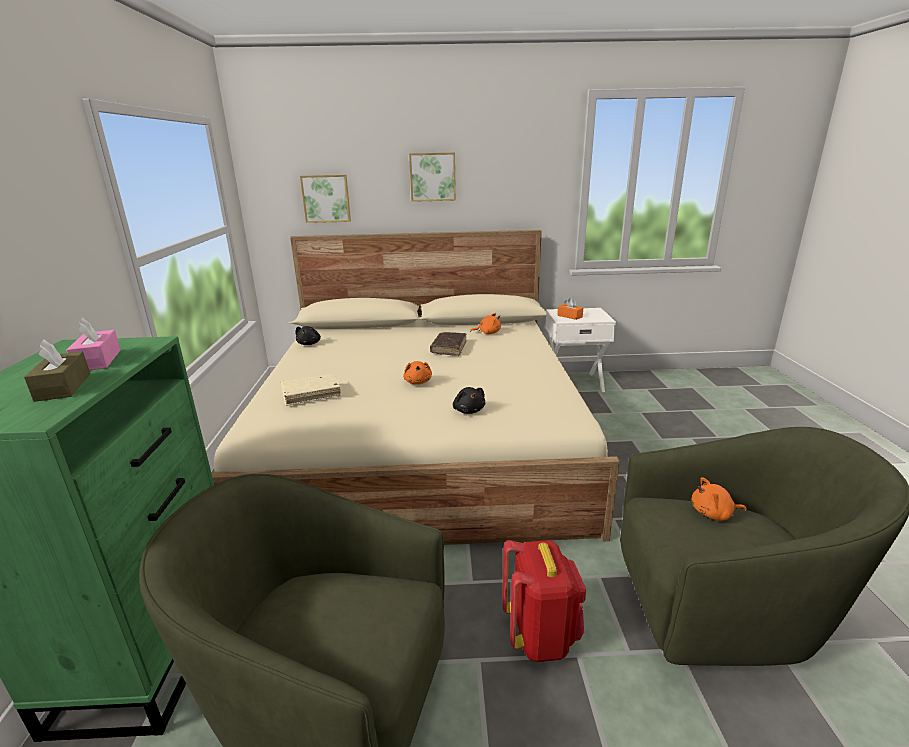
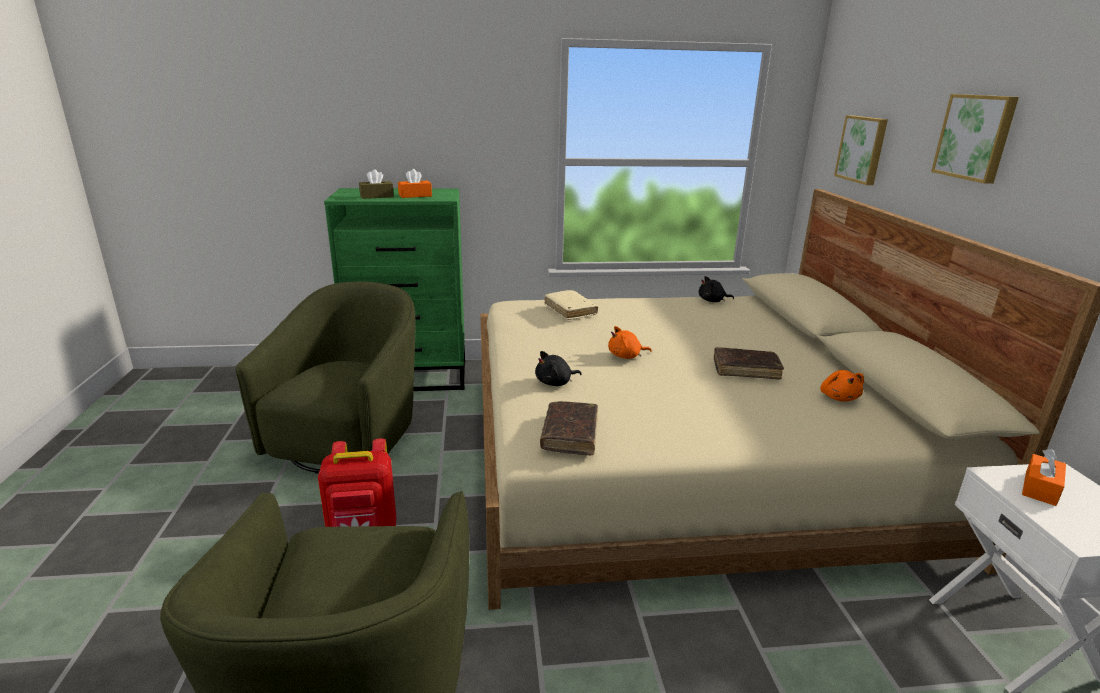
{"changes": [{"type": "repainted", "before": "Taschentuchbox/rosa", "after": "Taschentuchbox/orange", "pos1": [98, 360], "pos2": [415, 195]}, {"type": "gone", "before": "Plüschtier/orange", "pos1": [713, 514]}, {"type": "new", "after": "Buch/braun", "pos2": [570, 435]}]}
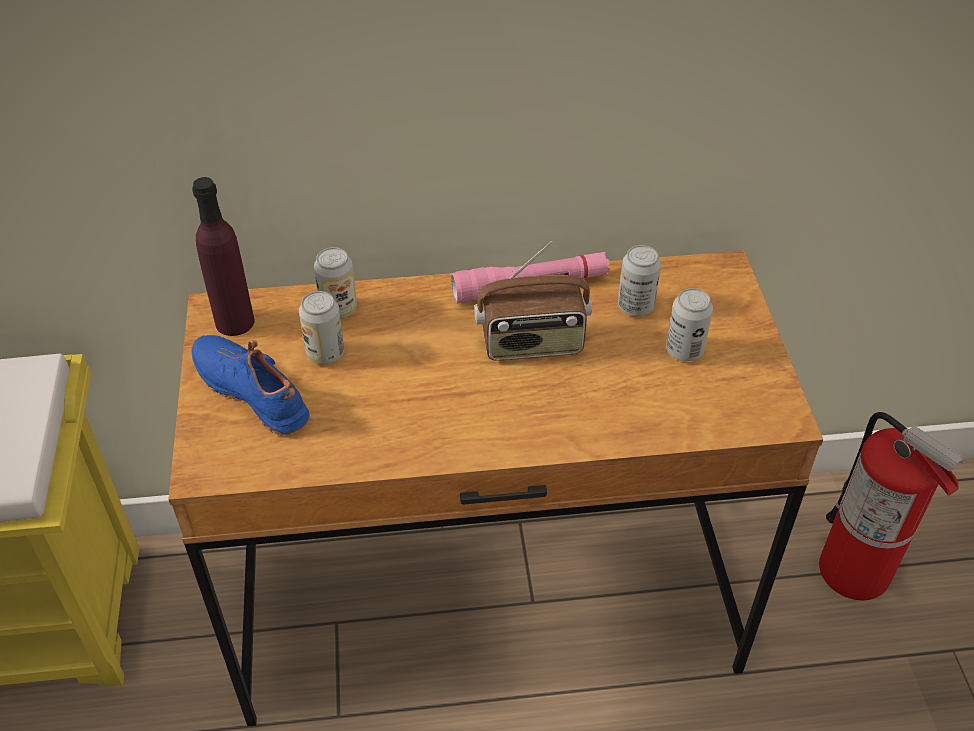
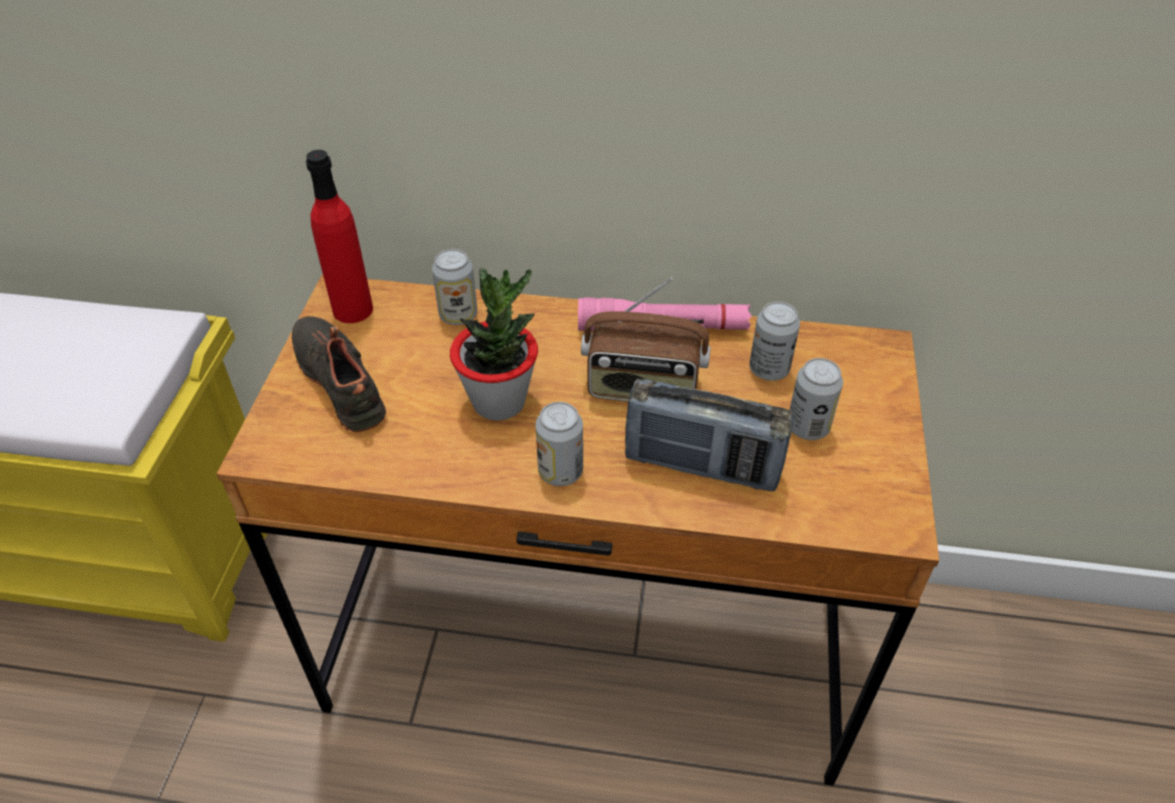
{"changes": [{"type": "repainted", "before": "Flasche/lila", "after": "Flasche/rot", "pos1": [235, 322], "pos2": [353, 309]}, {"type": "repainted", "before": "Schuh/blau", "after": "Schuh/schwarz", "pos1": [254, 391], "pos2": [343, 381]}, {"type": "shifted", "before": "Dose", "pos1": [325, 353], "pos2": [560, 472]}, {"type": "gone", "before": "Feuerlöscher", "pos1": [855, 571]}, {"type": "new", "after": "Topfpflanze", "pos2": [499, 401]}, {"type": "new", "after": "Radio", "pos2": [702, 466]}]}
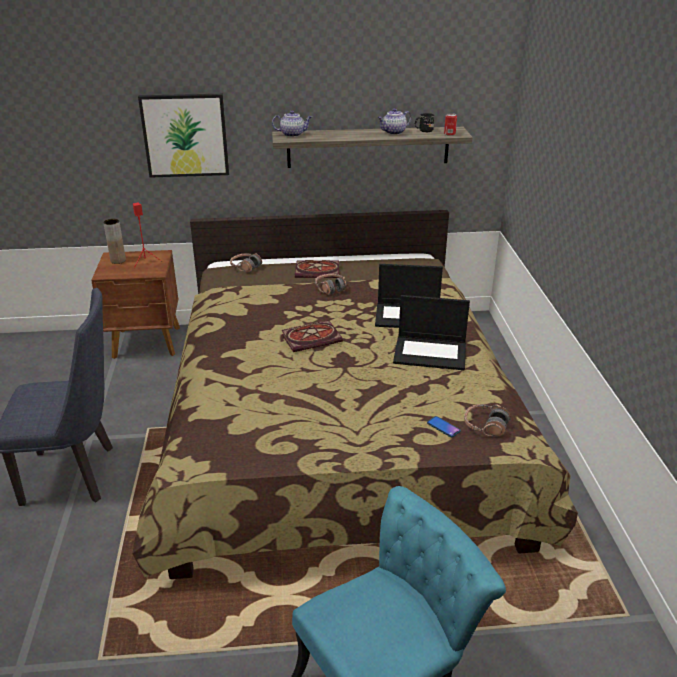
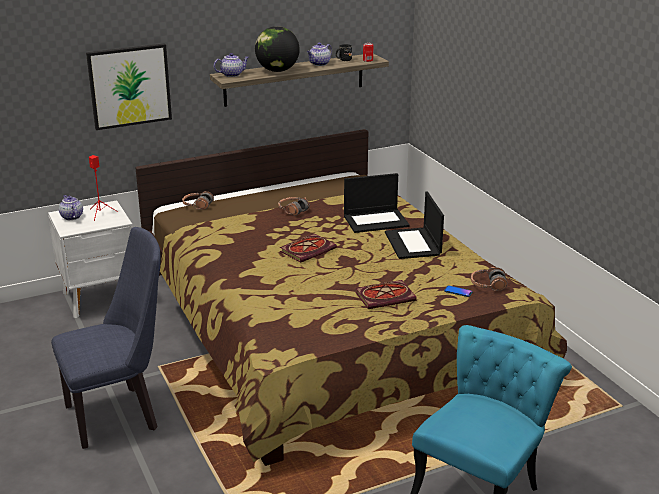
{"changes": [{"type": "repainted", "before": "Nachttisch/braun", "after": "Nachttisch/weiß", "pos1": [147, 343], "pos2": [101, 299]}, {"type": "swapped", "before": "Vase/braun", "after": "Teekanne", "pos1": [118, 260], "pos2": [71, 217]}, {"type": "shifted", "before": "Buch", "pos1": [318, 271], "pos2": [386, 296]}, {"type": "rotated", "before": "Laptop", "pos1": [431, 352], "pos2": [413, 244], "turn": 90}, {"type": "new", "after": "Globus", "pos2": [277, 71]}]}
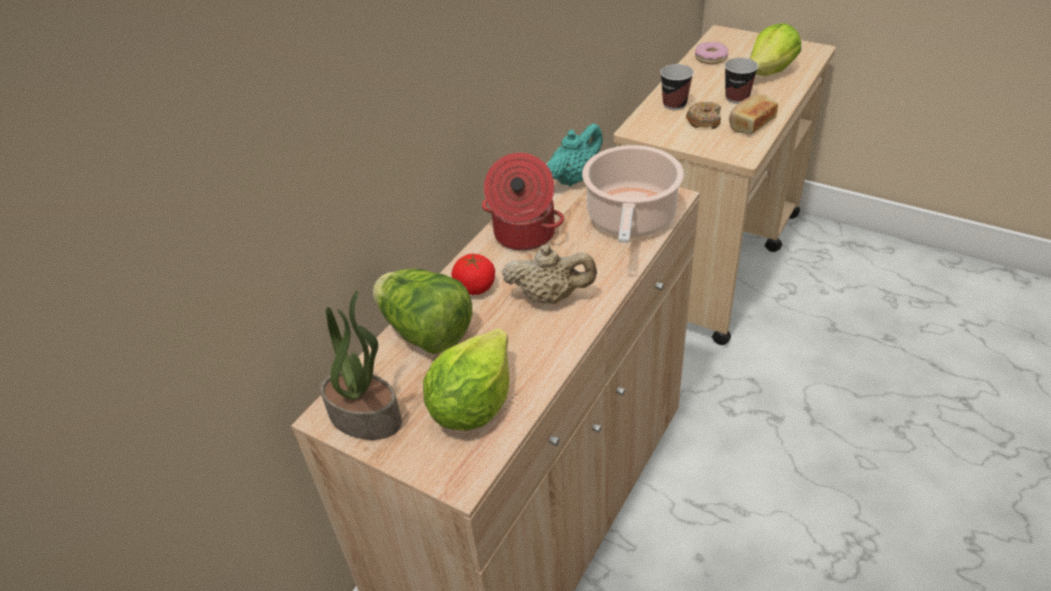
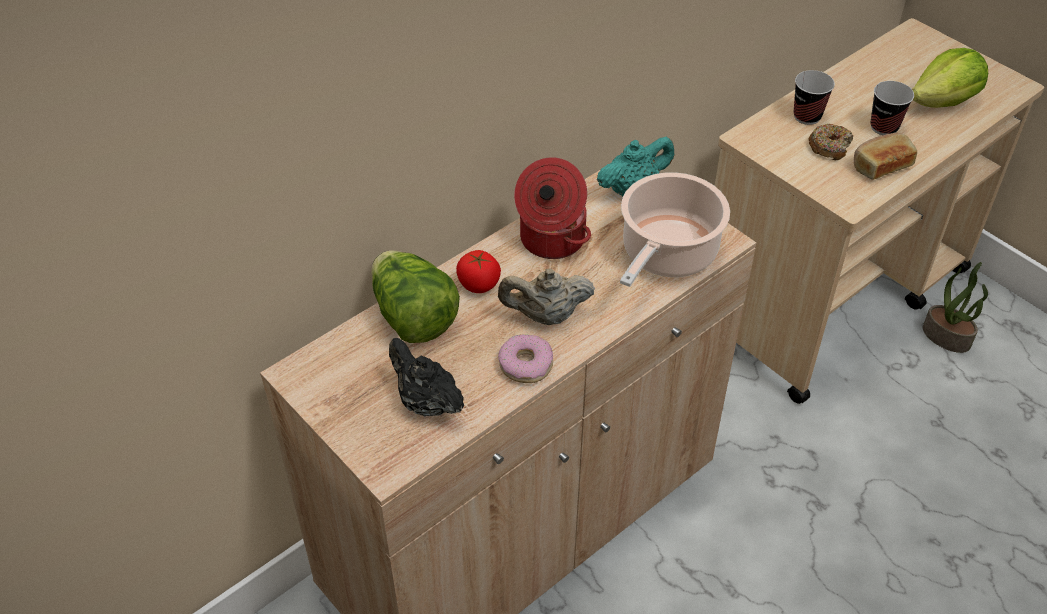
{"changes": [{"type": "shifted", "before": "Topfpflanze", "pos1": [367, 417], "pos2": [947, 337]}, {"type": "swapped", "before": "Salatkopf", "after": "Teekanne/schwarz", "pos1": [472, 404], "pos2": [426, 402]}, {"type": "rotated", "before": "Teekanne/beige", "pos1": [550, 297], "pos2": [546, 316], "turn": 150}, {"type": "shifted", "before": "Donut", "pos1": [711, 58], "pos2": [526, 364]}]}
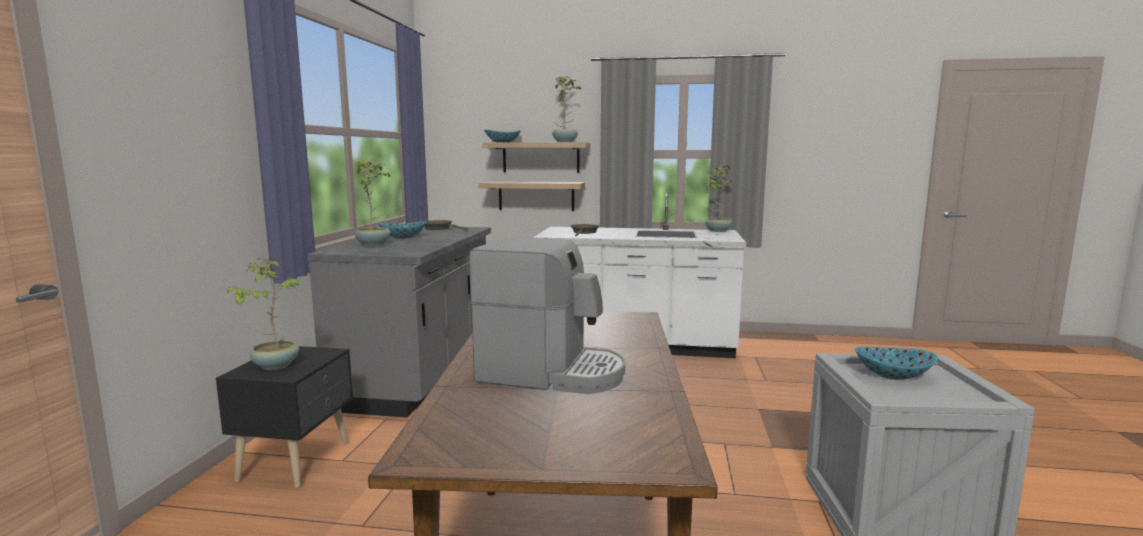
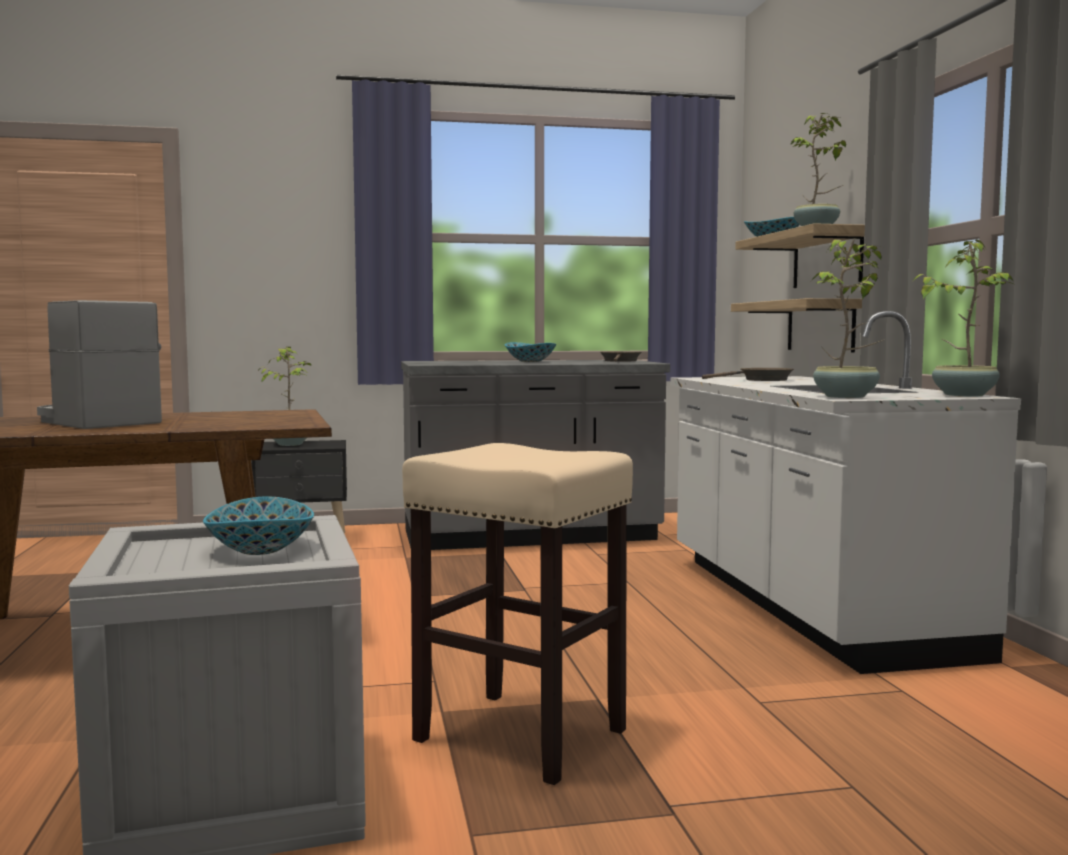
{"changes": [{"type": "shifted", "before": "Topfpflanze", "pos1": [374, 244], "pos2": [847, 397]}, {"type": "rotated", "before": "Kaffeemaschine", "pos1": [551, 373], "pos2": [96, 422], "turn": 135}, {"type": "new", "after": "Hocker/beige", "pos2": [517, 735]}]}
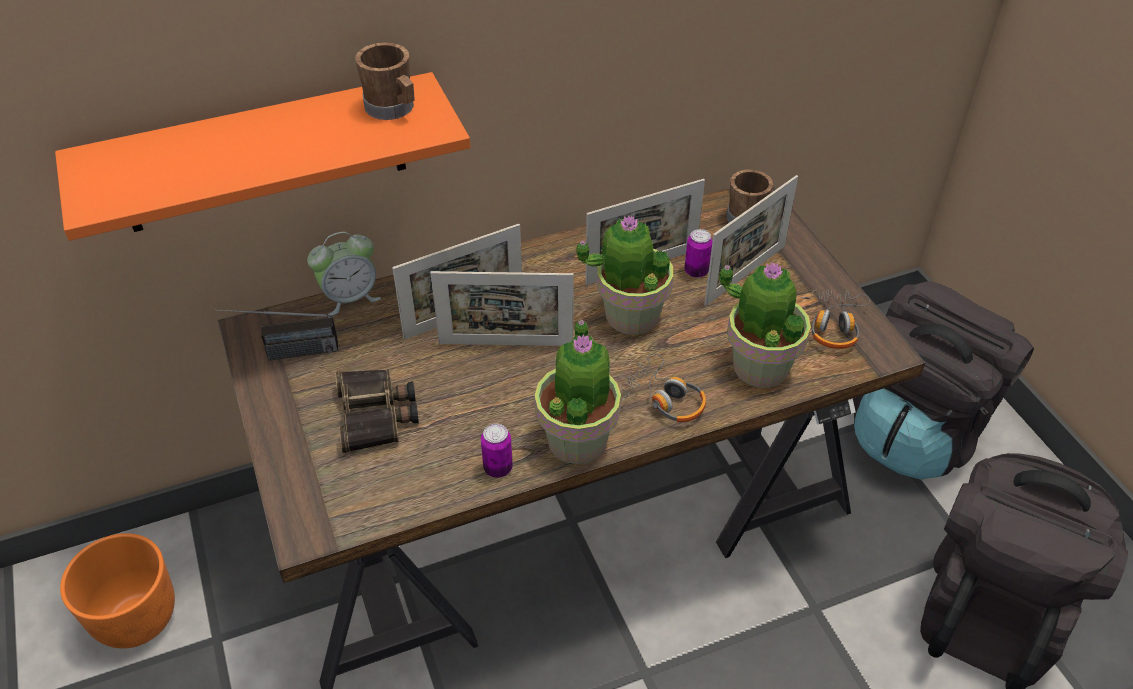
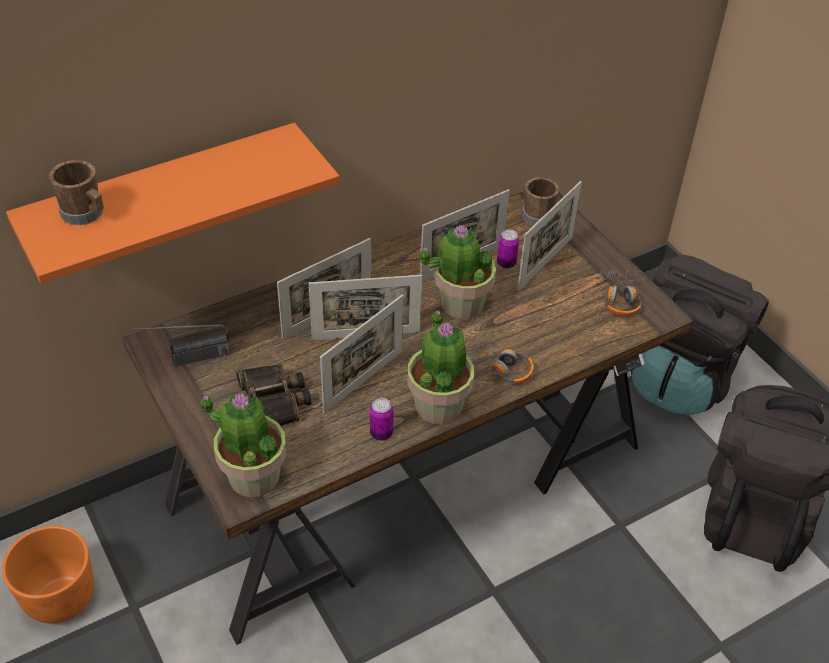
{"changes": [{"type": "gone", "before": "Wecker", "pos1": [350, 298]}, {"type": "shifted", "before": "Henkelbecher/braun", "pos1": [393, 109], "pos2": [85, 214]}, {"type": "shifted", "before": "Topfpflanze", "pos1": [760, 366], "pos2": [253, 475]}, {"type": "new", "after": "Bilderrahmen", "pos2": [363, 381]}]}
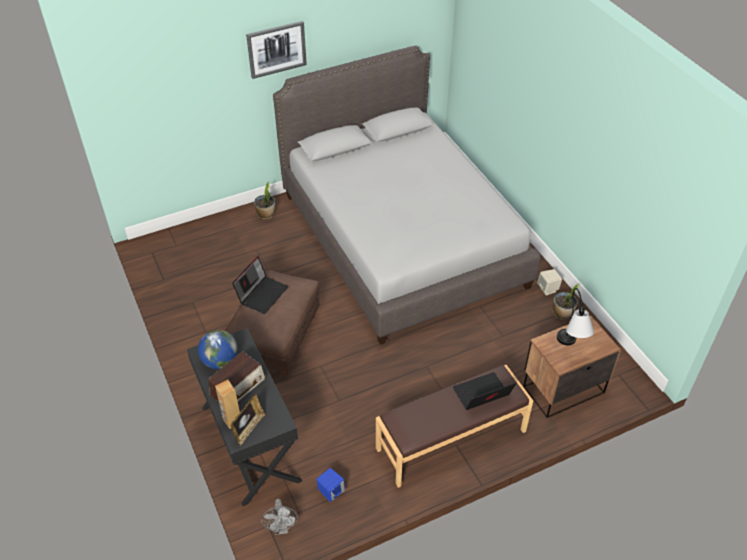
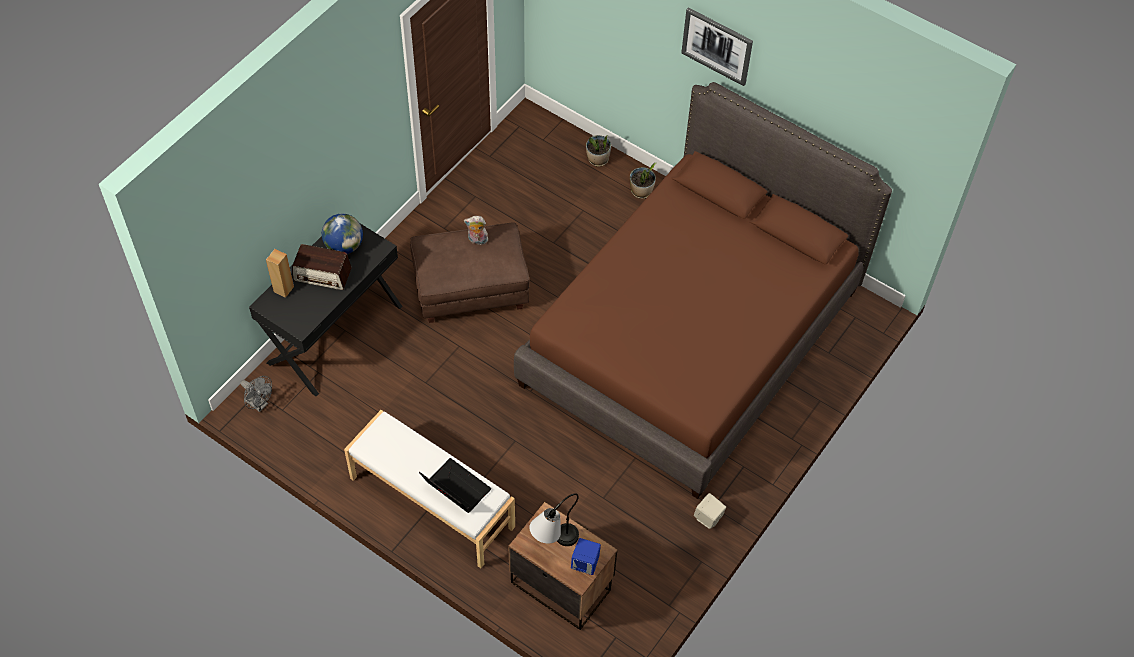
{"changes": [{"type": "gone", "before": "Bilderrahmen", "pos1": [248, 428]}, {"type": "swapped", "before": "Laptop", "after": "Plüschtier", "pos1": [262, 294], "pos2": [477, 240]}, {"type": "rotated", "before": "Ventilator/grau", "pos1": [281, 528], "pos2": [259, 404], "turn": -105}, {"type": "repainted", "before": "Bett/grau", "after": "Bett/braun", "pos1": [402, 239], "pos2": [691, 337]}, {"type": "shifted", "before": "Lautsprecher/blau", "pos1": [331, 491], "pos2": [585, 563]}, {"type": "repainted", "before": "Bank/braun", "after": "Bank/weiß", "pos1": [451, 440], "pos2": [431, 503]}, {"type": "shifted", "before": "Topfpflanze", "pos1": [562, 314], "pos2": [598, 160]}]}
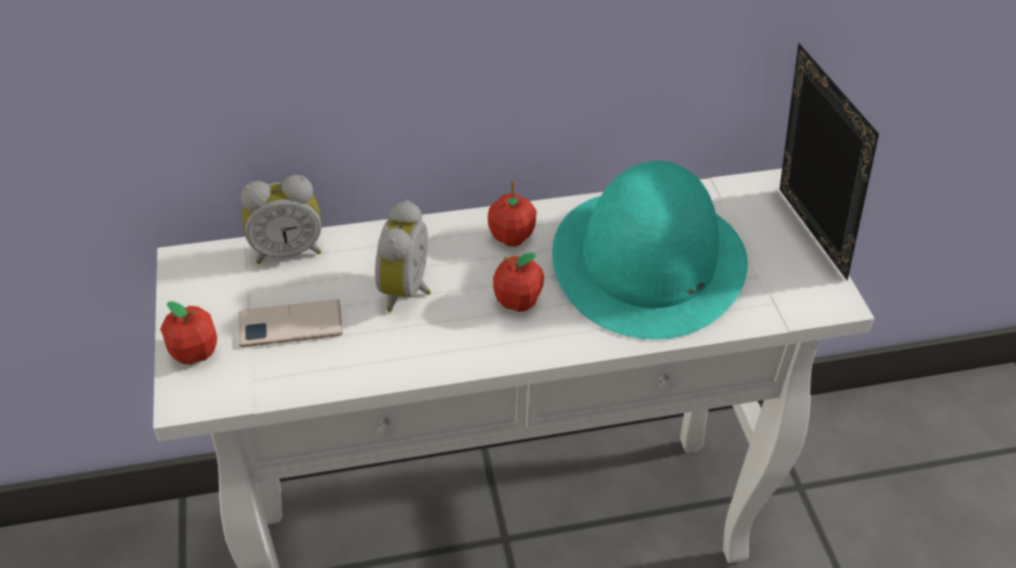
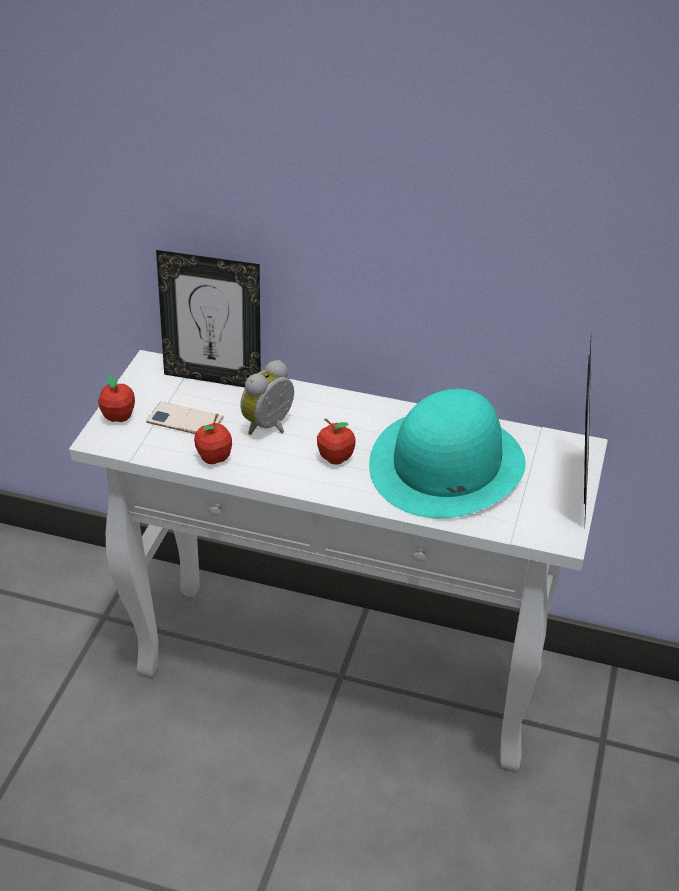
{"changes": [{"type": "swapped", "before": "Wecker", "after": "Bilderrahmen", "pos1": [287, 250], "pos2": [214, 377]}, {"type": "shifted", "before": "Apfel", "pos1": [511, 237], "pos2": [214, 457]}]}
